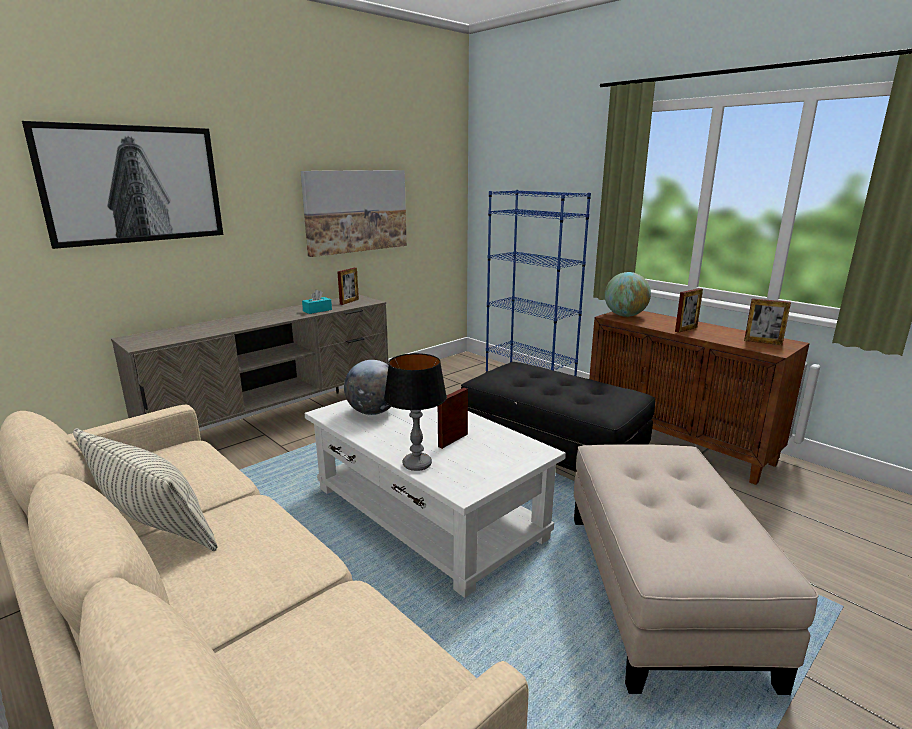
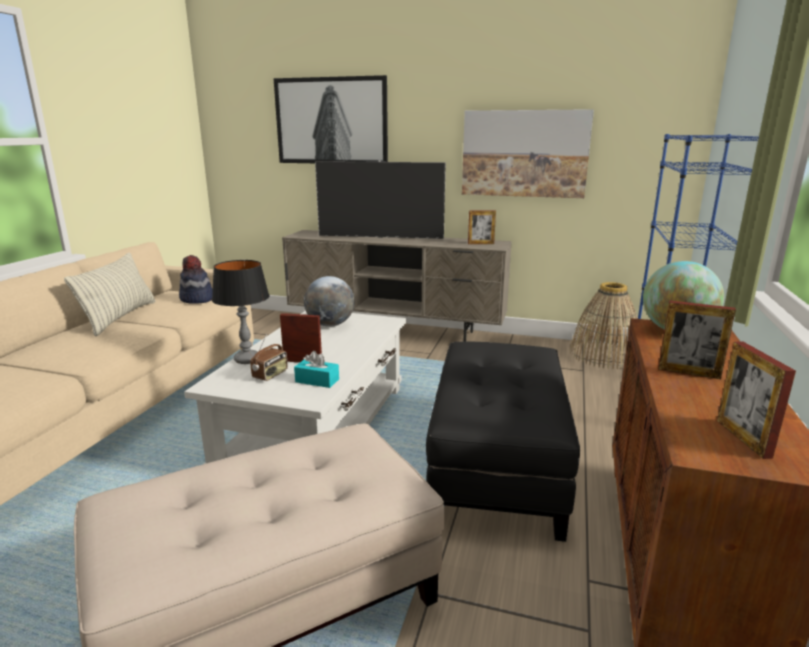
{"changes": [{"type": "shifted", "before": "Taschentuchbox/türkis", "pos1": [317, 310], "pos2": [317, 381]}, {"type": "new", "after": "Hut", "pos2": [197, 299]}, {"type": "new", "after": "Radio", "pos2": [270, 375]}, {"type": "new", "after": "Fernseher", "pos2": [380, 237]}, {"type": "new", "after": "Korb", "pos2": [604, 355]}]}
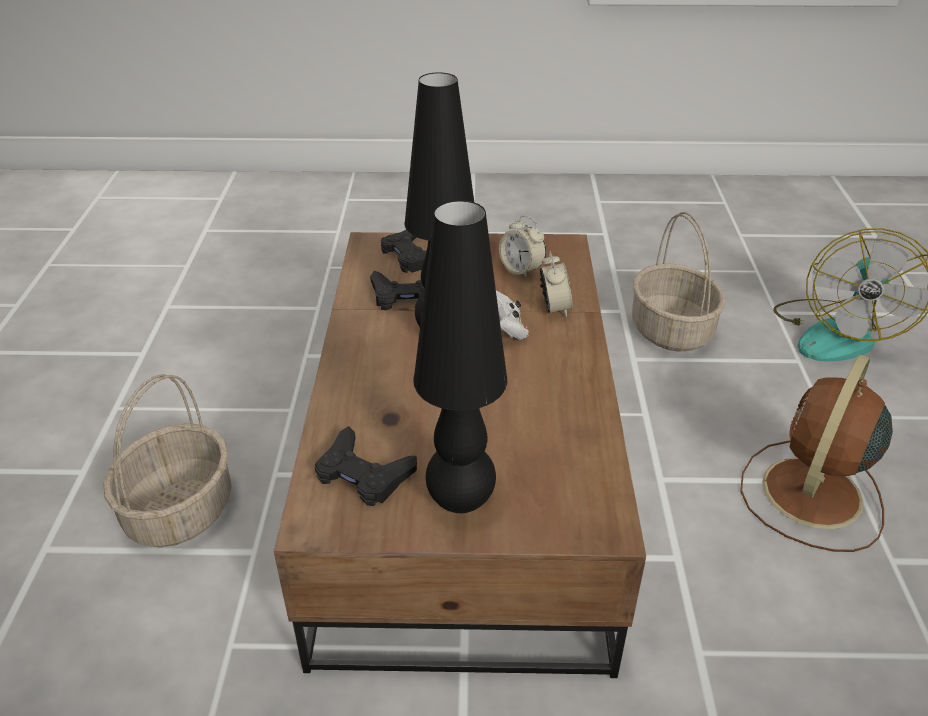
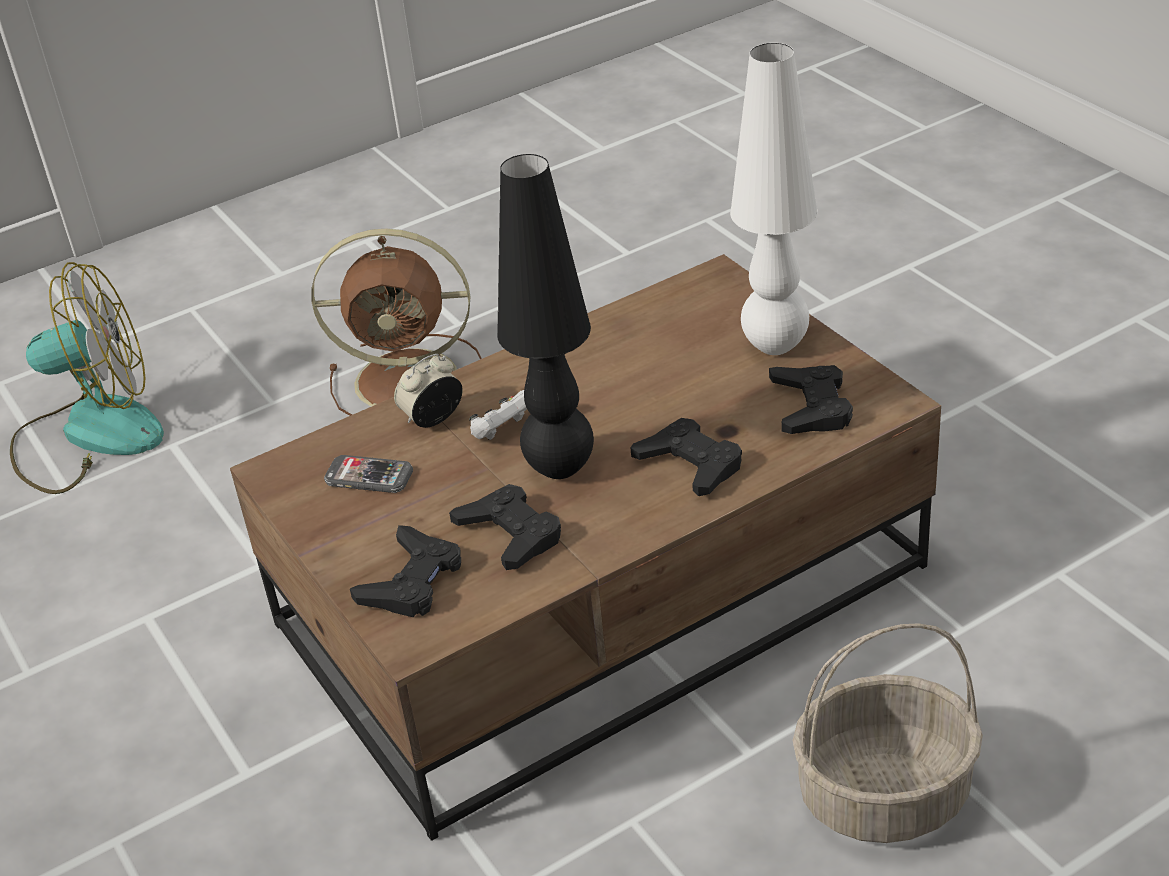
{"changes": [{"type": "repainted", "before": "Tischlampe/schwarz", "after": "Tischlampe/weiß", "pos1": [461, 501], "pos2": [774, 346]}, {"type": "swapped", "before": "Wecker", "after": "Handy", "pos1": [521, 270], "pos2": [369, 476]}, {"type": "gone", "before": "Korb", "pos1": [672, 331]}, {"type": "new", "after": "Gamepad/schwarz", "pos2": [690, 464]}]}
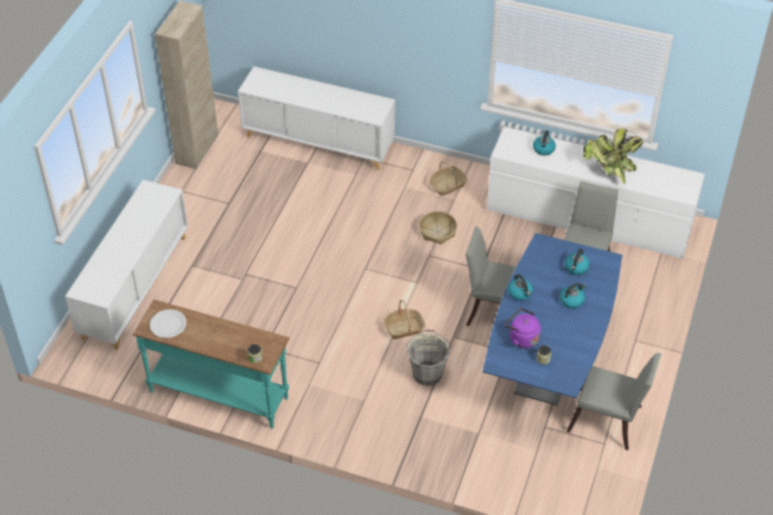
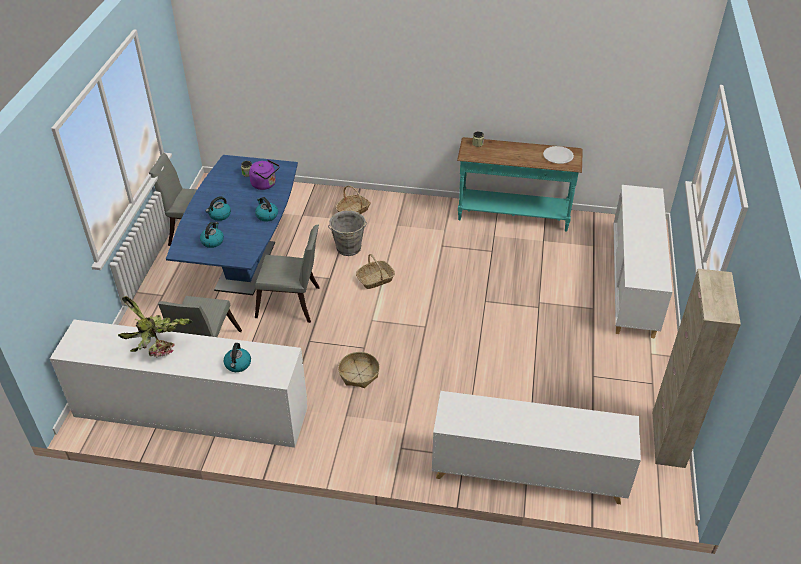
{"changes": [{"type": "shifted", "before": "Korb", "pos1": [447, 185], "pos2": [353, 211]}]}
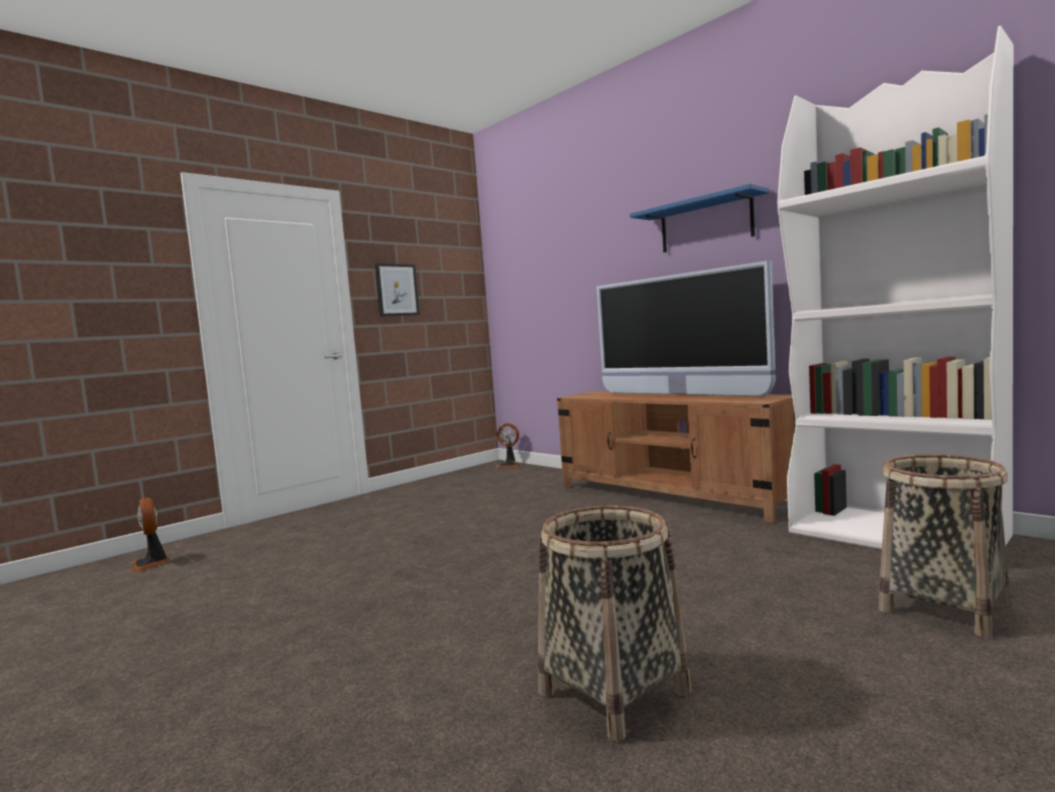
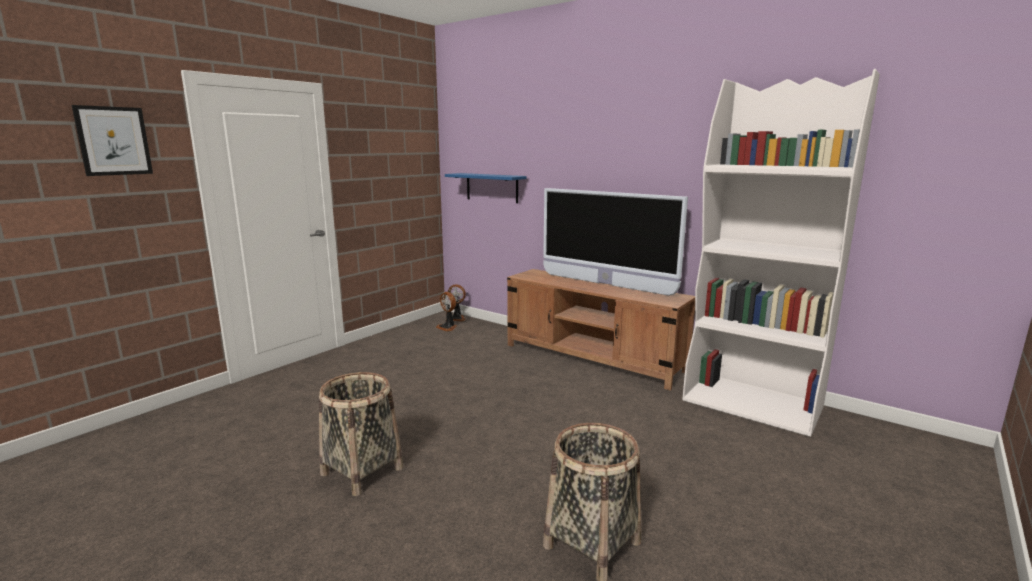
{"changes": [{"type": "shifted", "before": "Ventilator", "pos1": [151, 564], "pos2": [447, 327]}, {"type": "shifted", "before": "Bild", "pos1": [397, 290], "pos2": [113, 141]}, {"type": "shifted", "before": "Wandregal/blau", "pos1": [705, 224], "pos2": [492, 187]}, {"type": "shifted", "before": "Korb", "pos1": [943, 607], "pos2": [362, 471]}]}
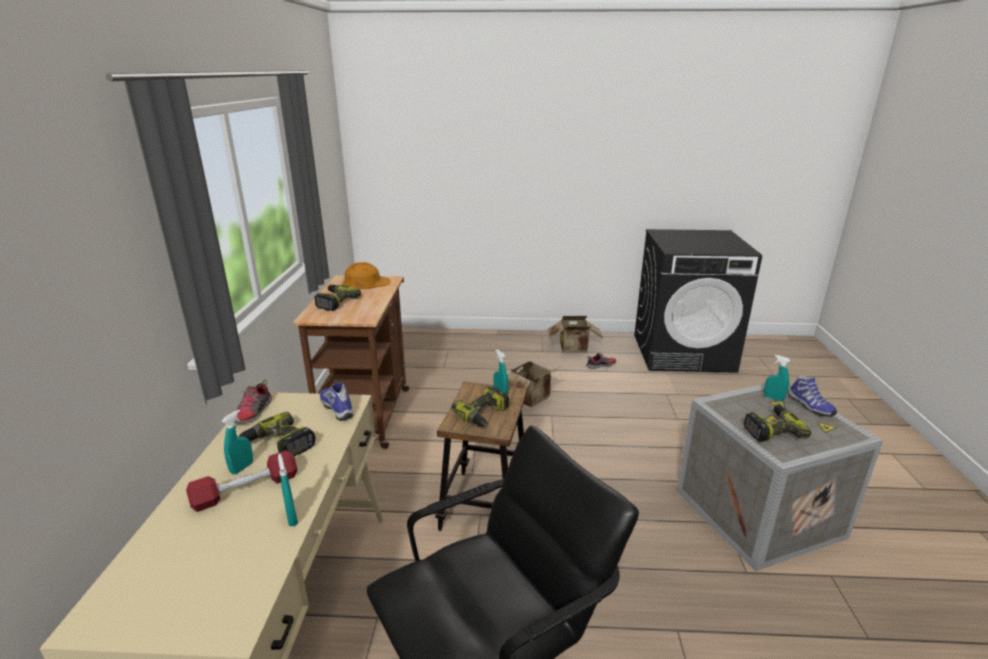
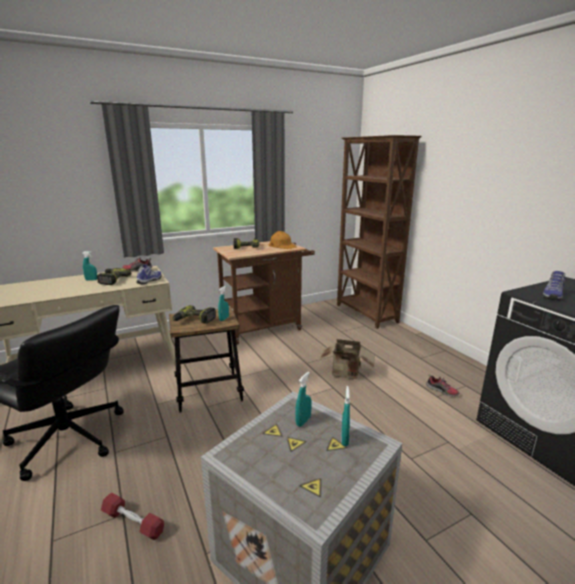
{"changes": [{"type": "shifted", "before": "Hantel/rot", "pos1": [246, 490], "pos2": [133, 522]}, {"type": "shifted", "before": "Sprühflasche/türkis", "pos1": [292, 518], "pos2": [303, 421]}, {"type": "gone", "before": "Karton", "pos1": [574, 349]}, {"type": "gone", "before": "Bohrmaschine", "pos1": [771, 429]}, {"type": "shifted", "before": "Schuh", "pos1": [809, 406], "pos2": [552, 296]}, {"type": "new", "after": "Bücherregal/braun", "pos2": [366, 314]}]}
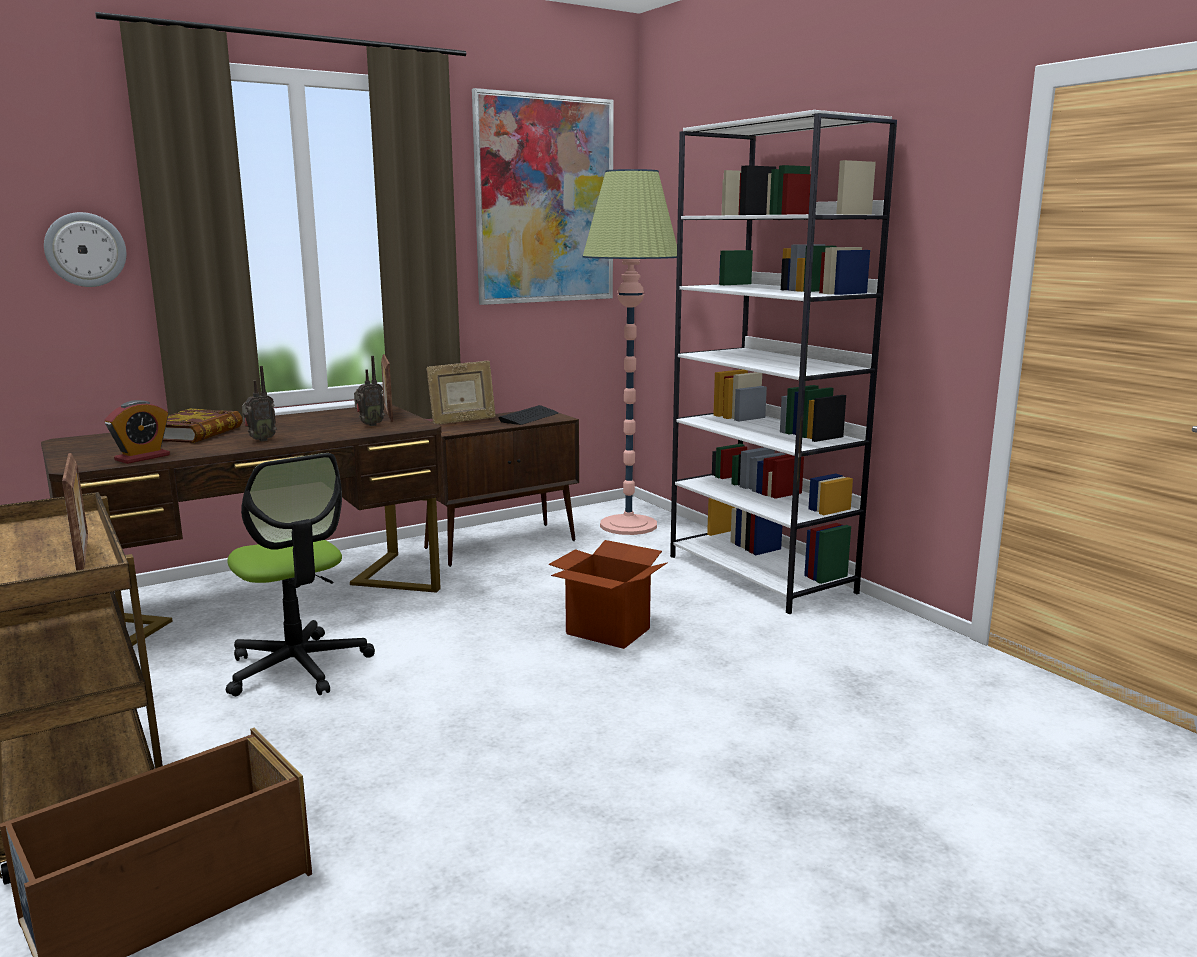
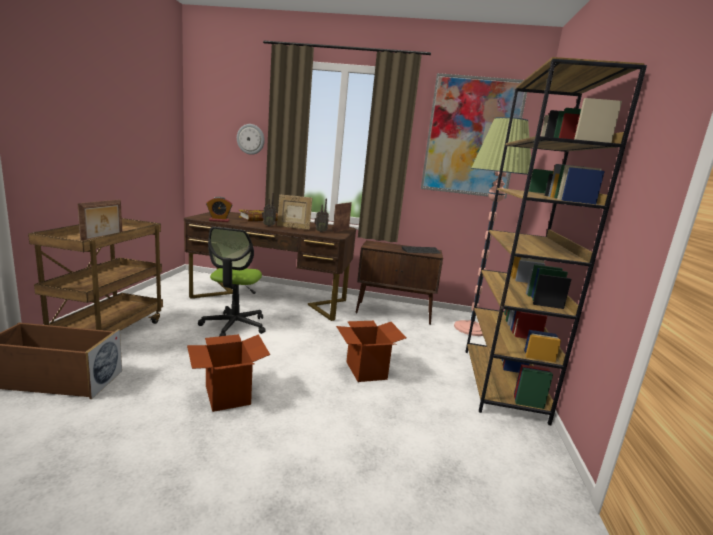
{"changes": [{"type": "shifted", "before": "Bilderrahmen", "pos1": [462, 421], "pos2": [293, 228]}, {"type": "repainted", "before": "Bücherregal/weiß", "after": "Bücherregal/braun", "pos1": [761, 574], "pos2": [502, 383]}, {"type": "new", "after": "Karton", "pos2": [227, 395]}]}
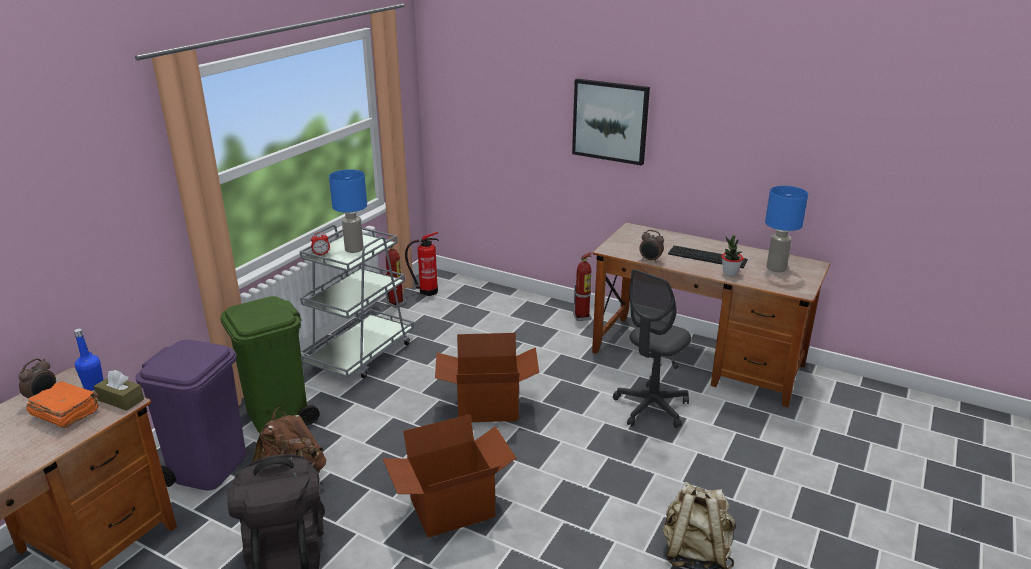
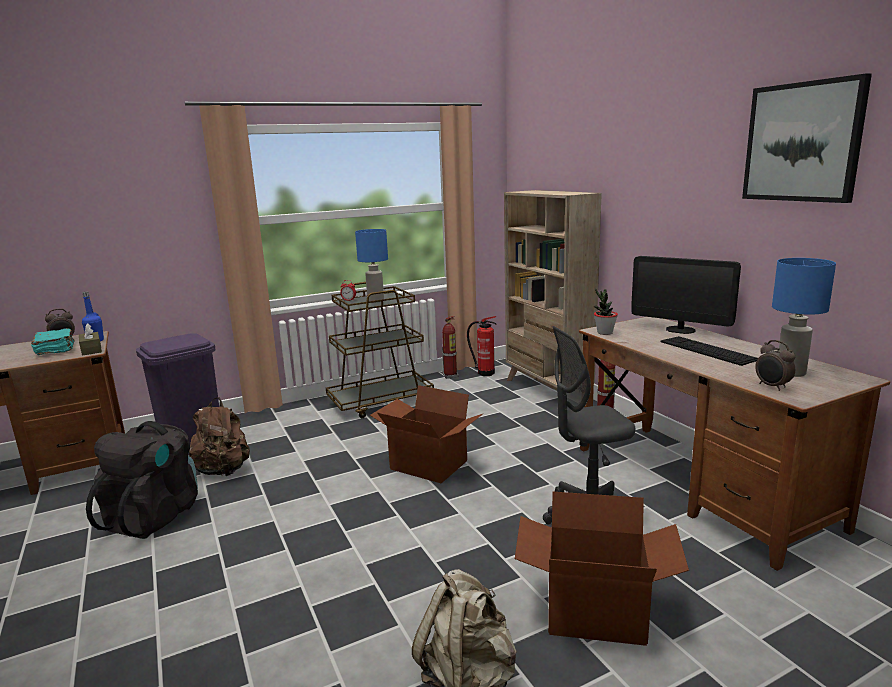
{"changes": [{"type": "repainted", "before": "Buch/orange", "after": "Buch/türkis", "pos1": [66, 413], "pos2": [56, 350]}, {"type": "gone", "before": "Mülleimer/grün", "pos1": [278, 415]}, {"type": "repainted", "before": "Rollwagen/grau", "after": "Rollwagen/braun", "pos1": [361, 354], "pos2": [381, 402]}, {"type": "shifted", "before": "Karton", "pos1": [452, 509], "pos2": [595, 613]}, {"type": "shifted", "before": "Bild", "pos1": [610, 121], "pos2": [803, 142]}, {"type": "shifted", "before": "Wecker", "pos1": [650, 260], "pos2": [772, 386]}, {"type": "shifted", "before": "Topfpflanze", "pos1": [730, 273], "pos2": [604, 333]}, {"type": "new", "after": "Bücherregal/beige", "pos2": [547, 390]}, {"type": "new", "after": "Monitor", "pos2": [680, 330]}]}
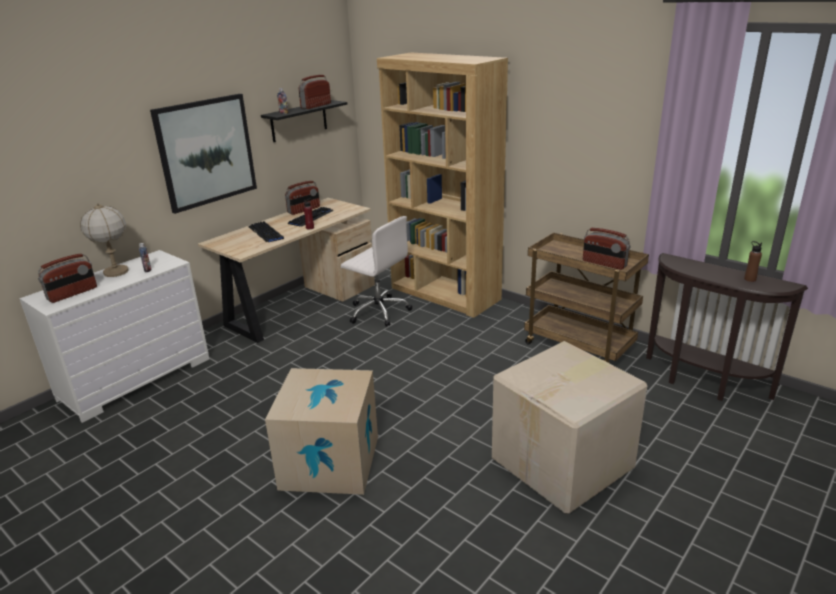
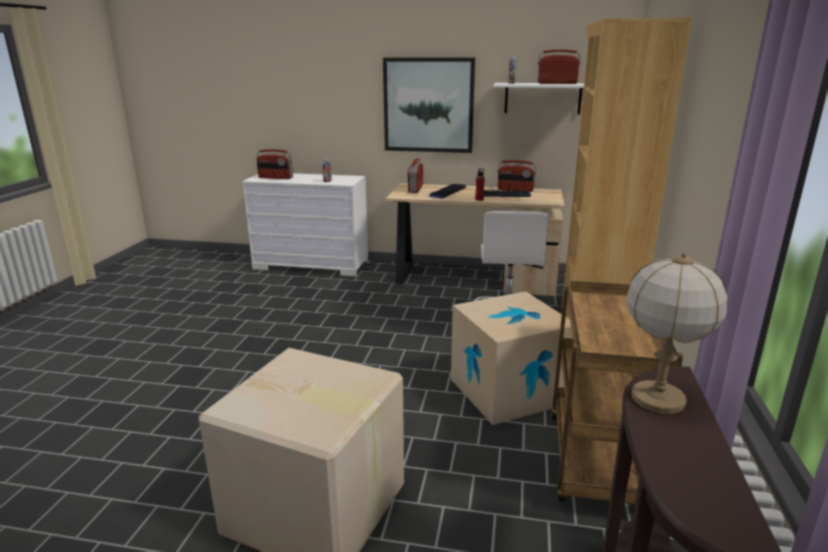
{"changes": [{"type": "shifted", "before": "Tischlampe", "pos1": [116, 272], "pos2": [658, 399]}, {"type": "repainted", "before": "Wandregal/schwarz", "after": "Wandregal/weiß", "pos1": [299, 121], "pos2": [542, 98]}, {"type": "shifted", "before": "Karton", "pos1": [330, 462], "pos2": [507, 391]}, {"type": "shifted", "before": "Radio", "pos1": [604, 264], "pos2": [415, 189]}, {"type": "gone", "before": "Flasche/braun", "pos1": [750, 279]}]}
